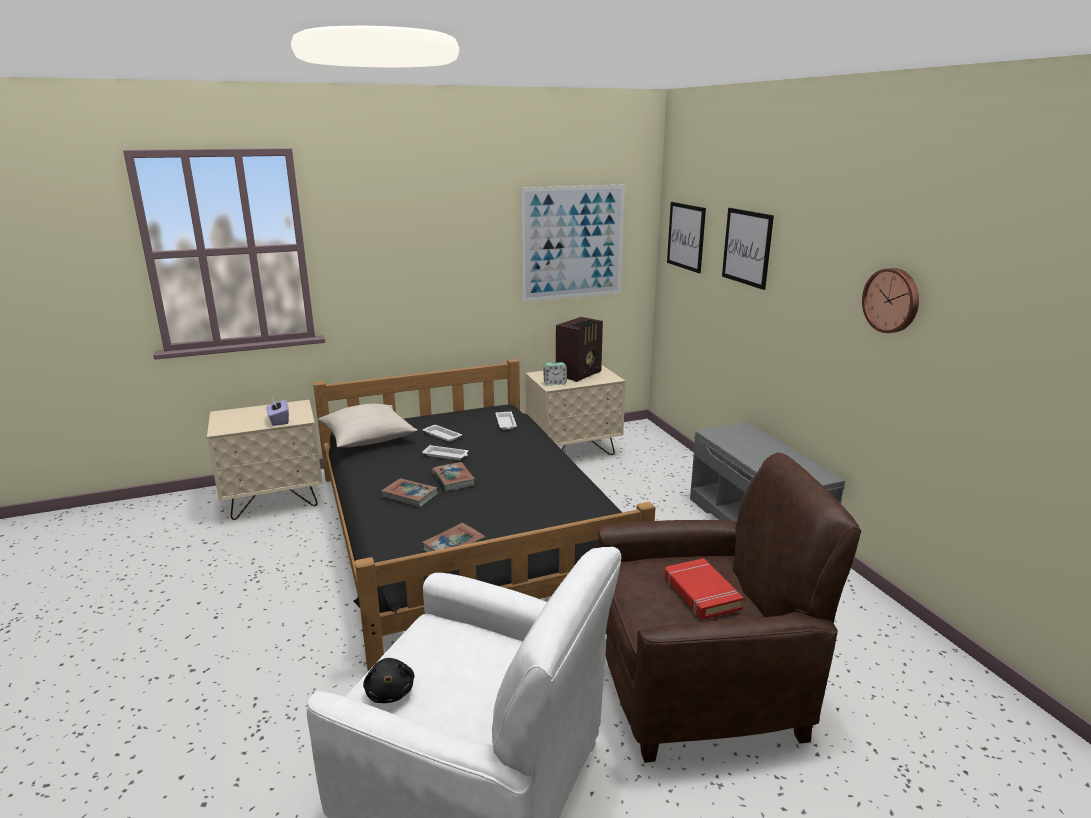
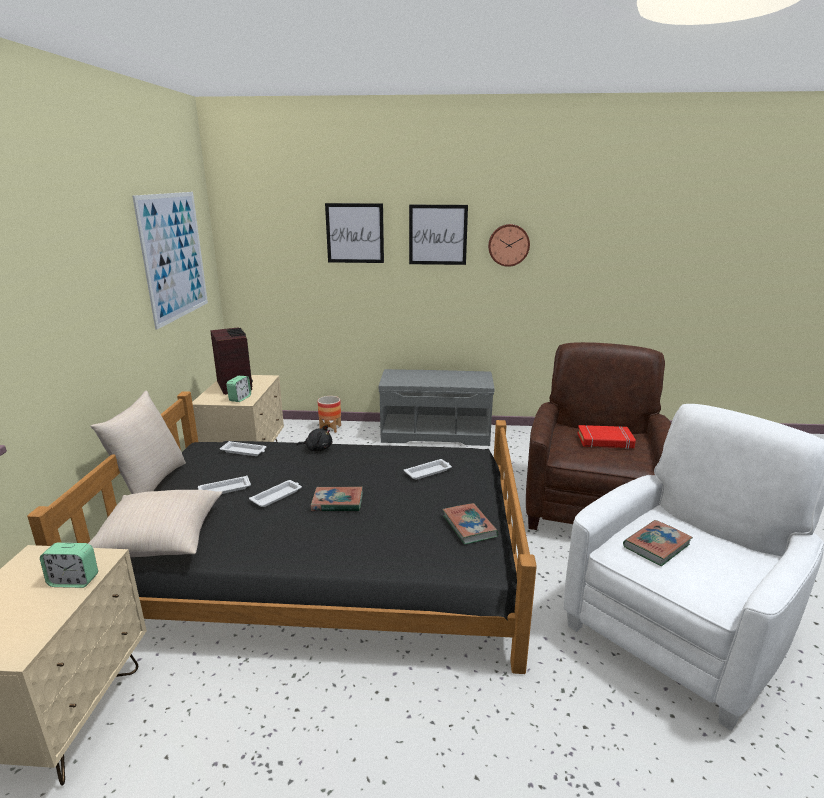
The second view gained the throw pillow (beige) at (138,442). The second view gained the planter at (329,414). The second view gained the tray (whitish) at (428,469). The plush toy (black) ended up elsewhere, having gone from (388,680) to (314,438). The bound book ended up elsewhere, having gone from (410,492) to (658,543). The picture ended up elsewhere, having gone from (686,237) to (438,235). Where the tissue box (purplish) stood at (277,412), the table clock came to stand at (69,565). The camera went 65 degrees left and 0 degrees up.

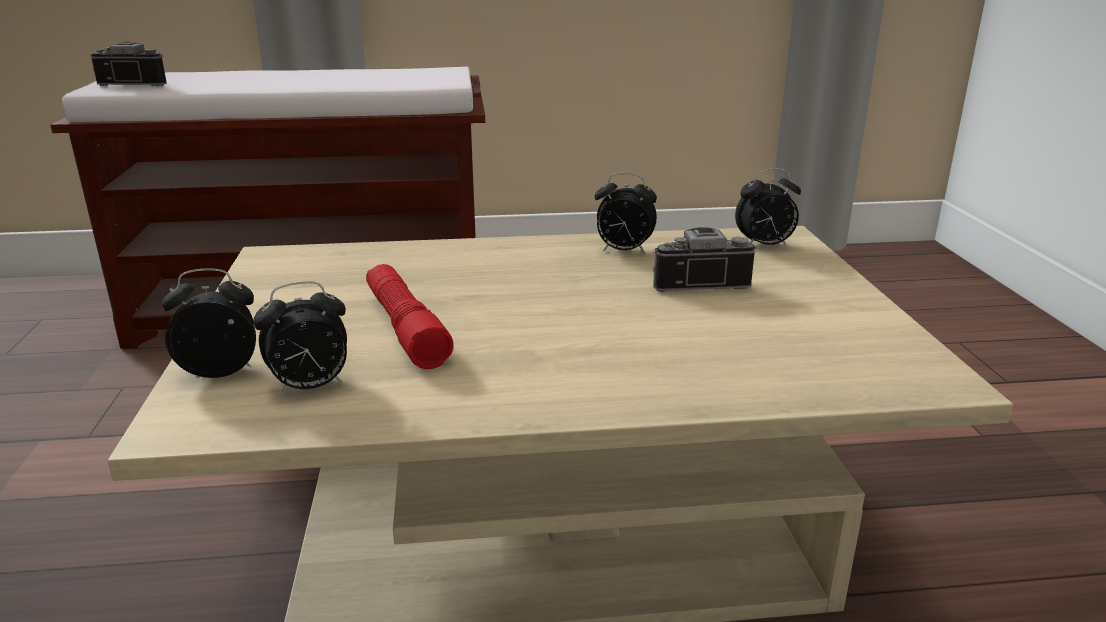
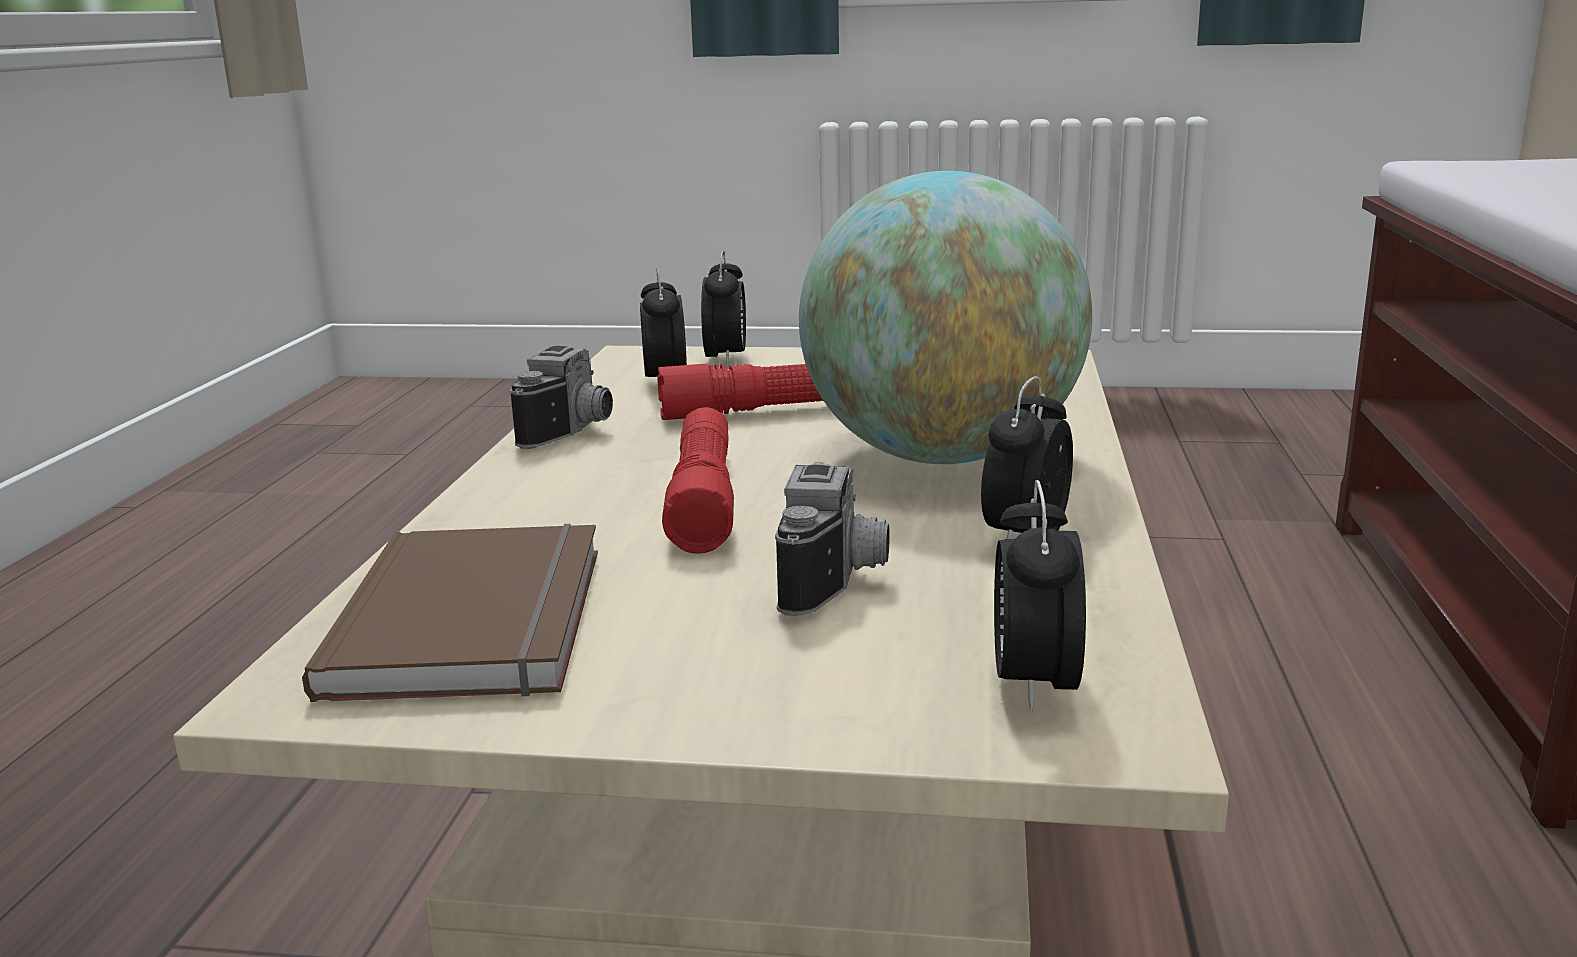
The second view gained the bound book (brown) at (450,613). The second view gained the flashlight (red-coloured) at (698,480). The second view gained the desk globe at (945,317). The photo camera ended up elsewhere, having gone from (129,63) to (561,397). The camera went 105 degrees right and 5 degrees down.

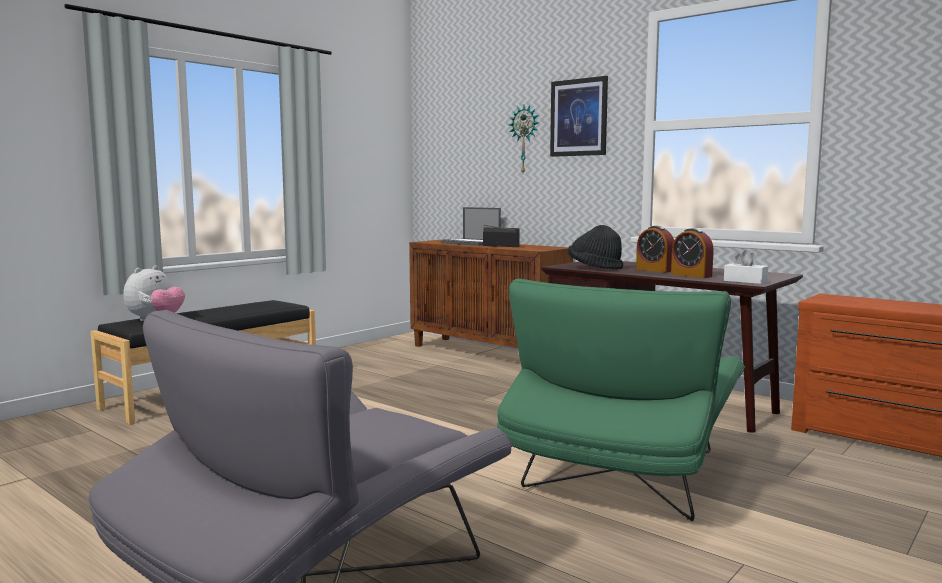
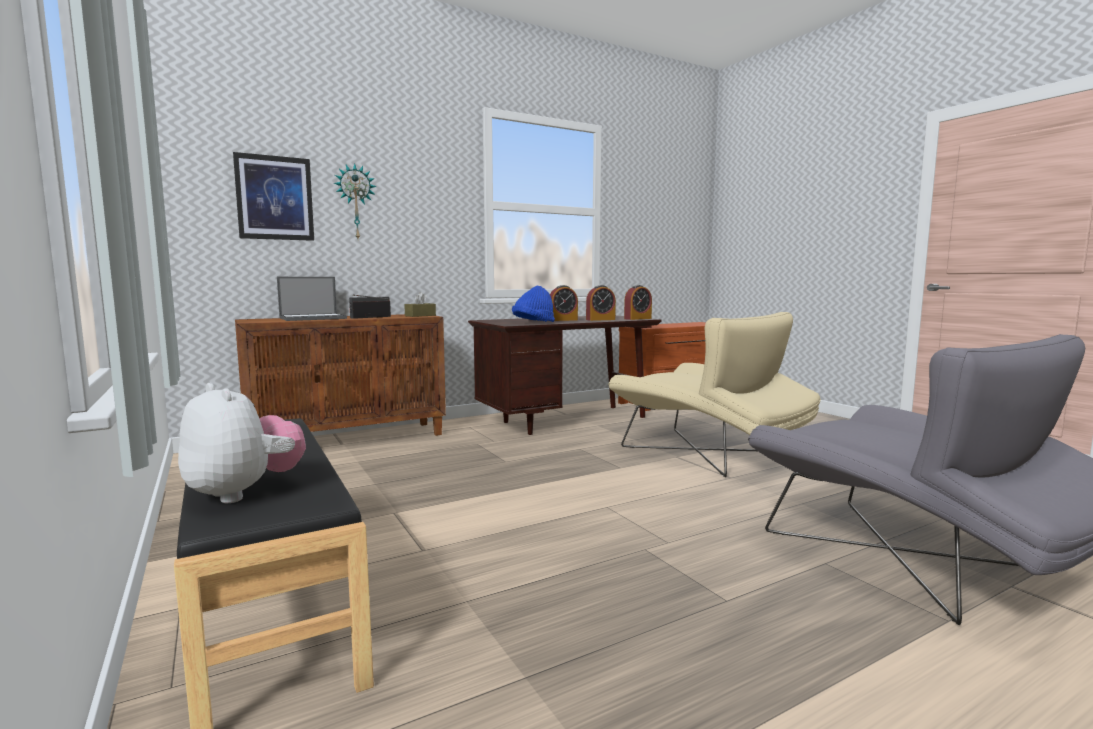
The second view gained the tissue box (brown) at (420,304). The picture ended up elsewhere, having gone from (579,116) to (273,196). Where the tissue box (whitish) stood at (746,267), the table clock came to stand at (638,302). What was the armchair (green-coloured) at (621,399) turned into the armchair (beige) at (714,394). What was the clothing hat (black) at (595,247) turned into the clothing hat (blue-coloured) at (533,304). The camera went 70 degrees left and 0 degrees up.

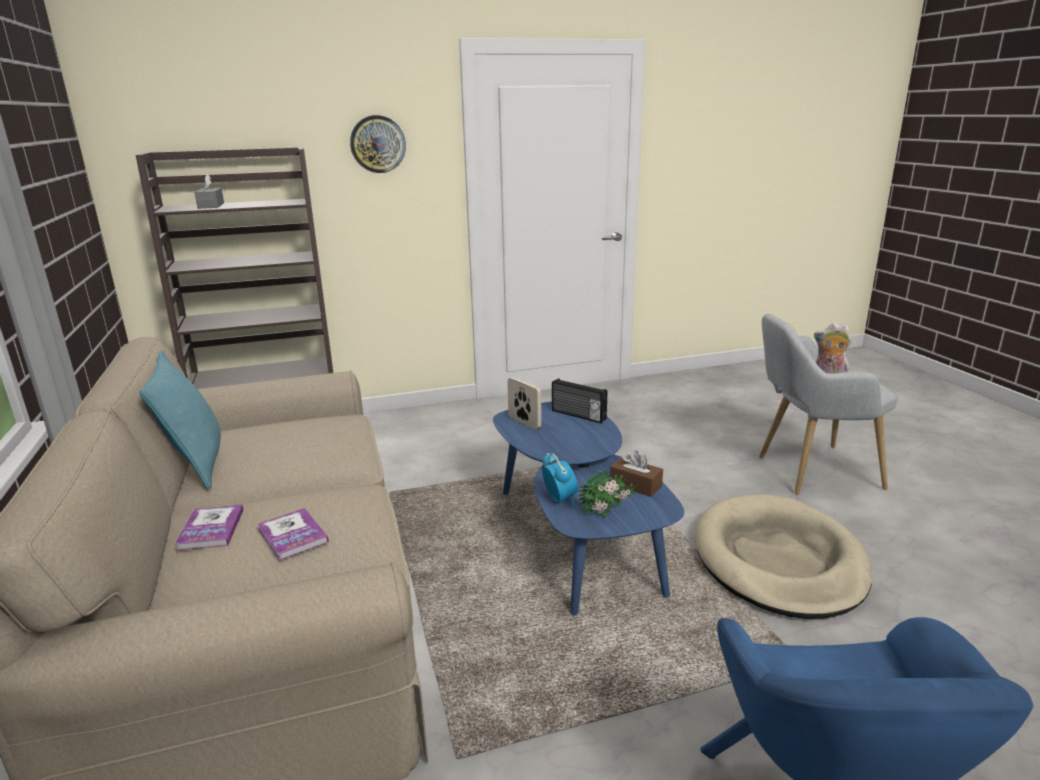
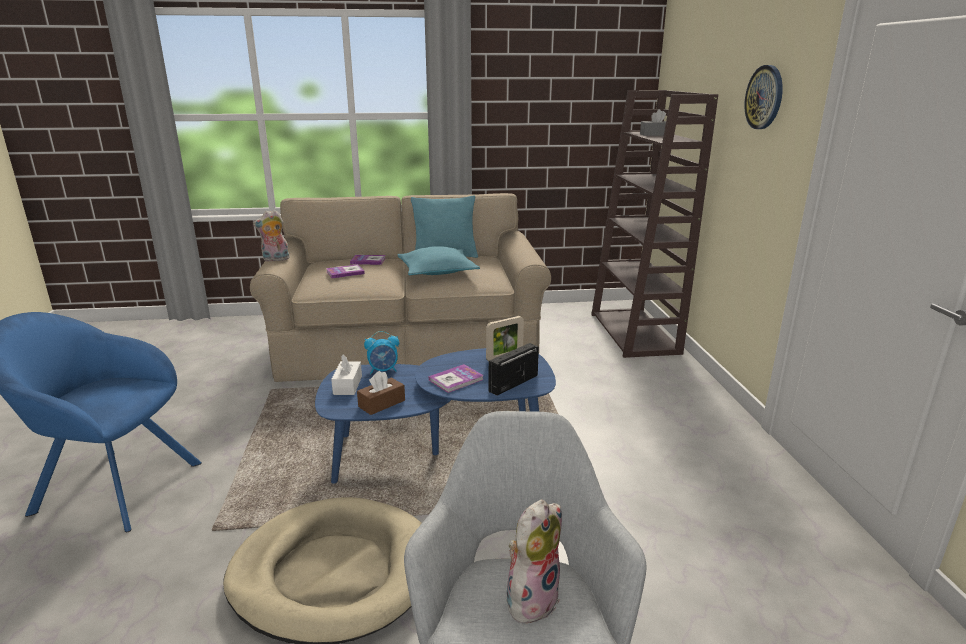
The second view gained the plush toy at (271,236). The second view gained the throw pillow (turquoise-coloured) at (438,260). The second view gained the bound book at (456,378). Where the houseplant stood at (607,493), the tissue box (whitish) came to stand at (346,374). The camera went 100 degrees right and 0 degrees up.

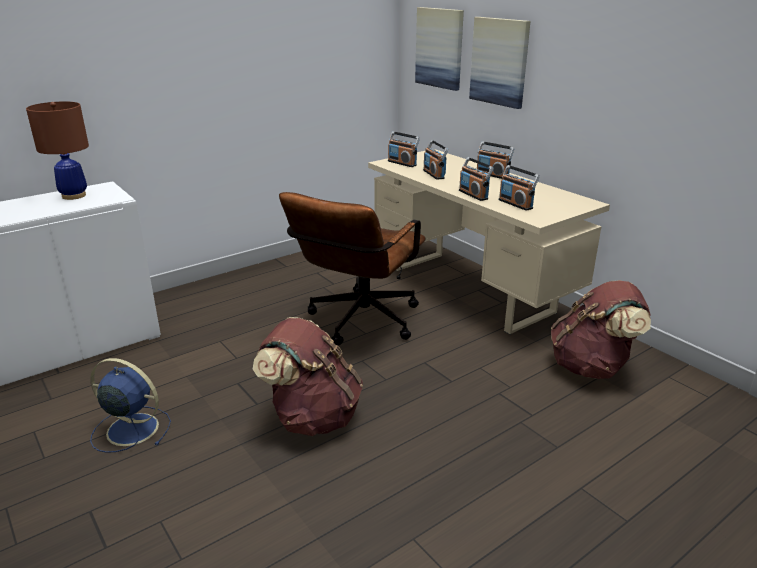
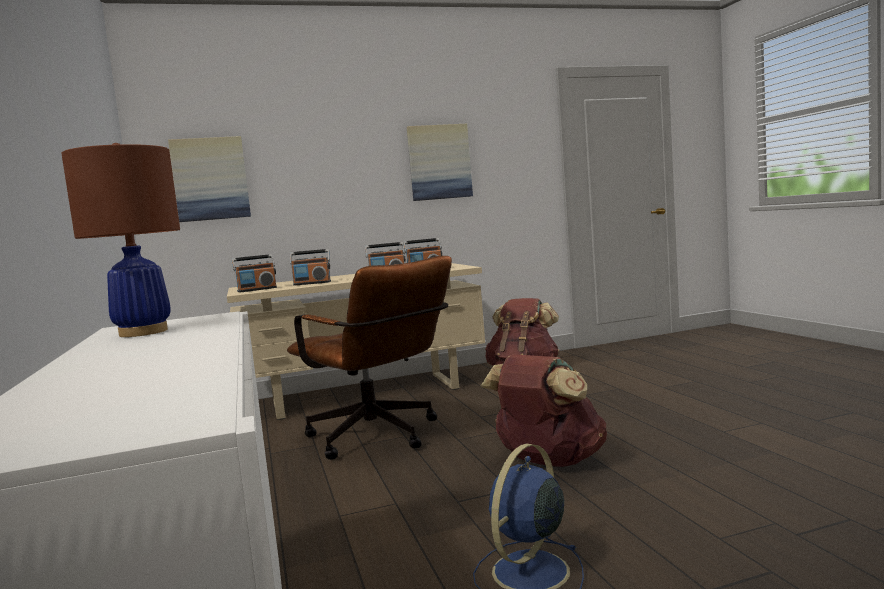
The second view lost the radio at (495,160). The picture ended up elsewhere, having gone from (500,63) to (440,162). The camera went 70 degrees left and 20 degrees down.

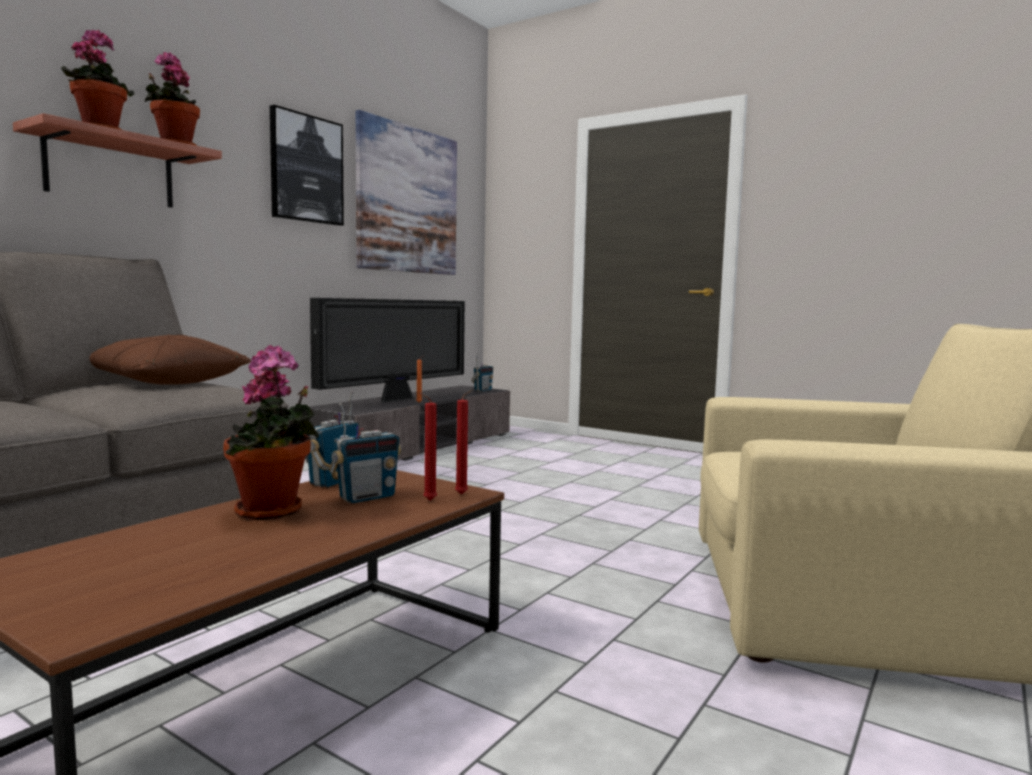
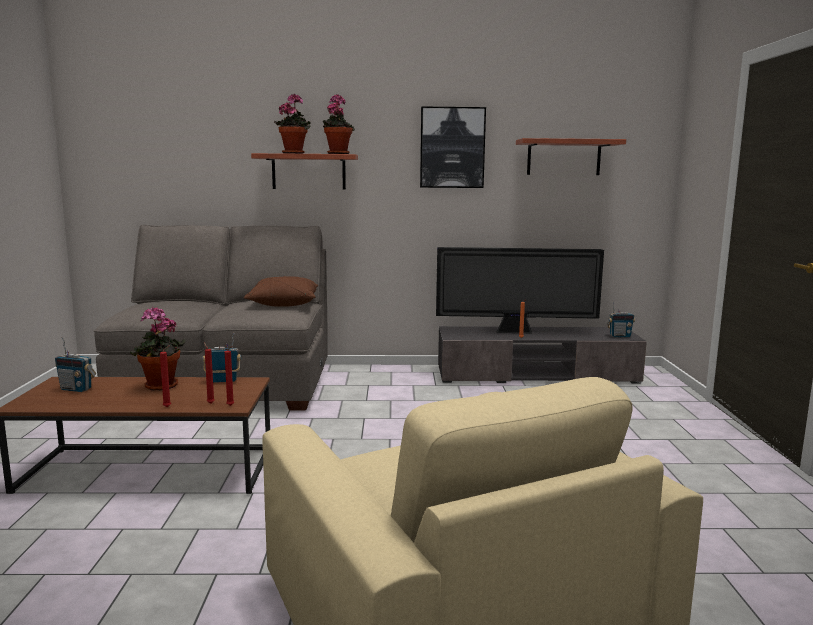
The second view gained the wax candle (red-coloured) at (165,376). The radio ended up elsewhere, having gone from (365,453) to (75,364). Where the picture hung at (406,192), the shelf came to hang at (571,156). The camera went 55 degrees right and 5 degrees up.

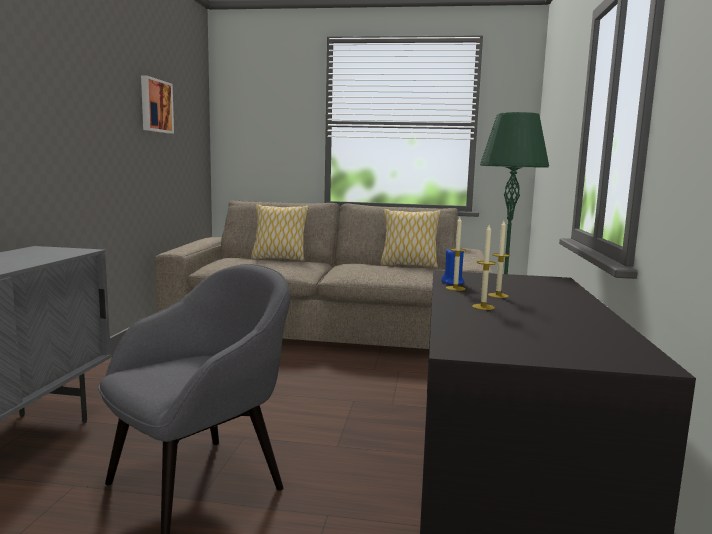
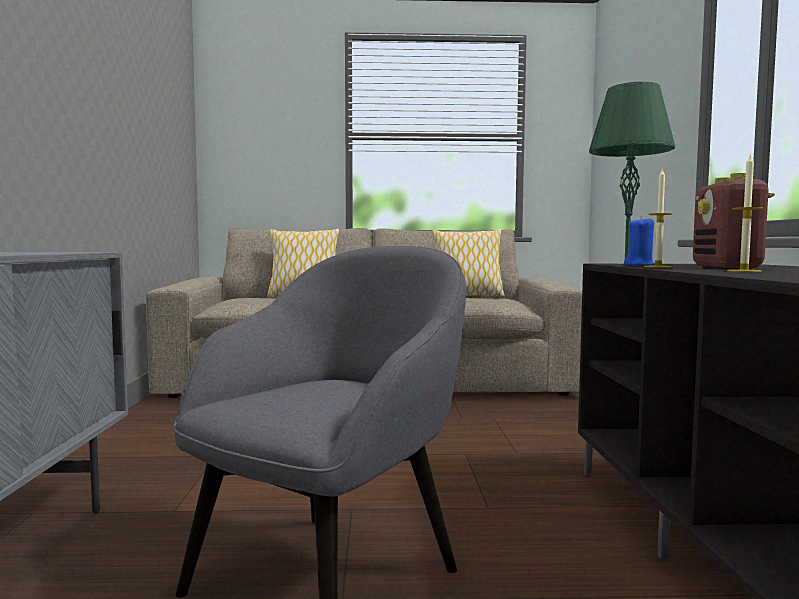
The second view lost the picture at (157,105). Where the wax candle stood at (499,259), the radio came to stand at (734,221). The camera went 10 degrees left and 5 degrees down.

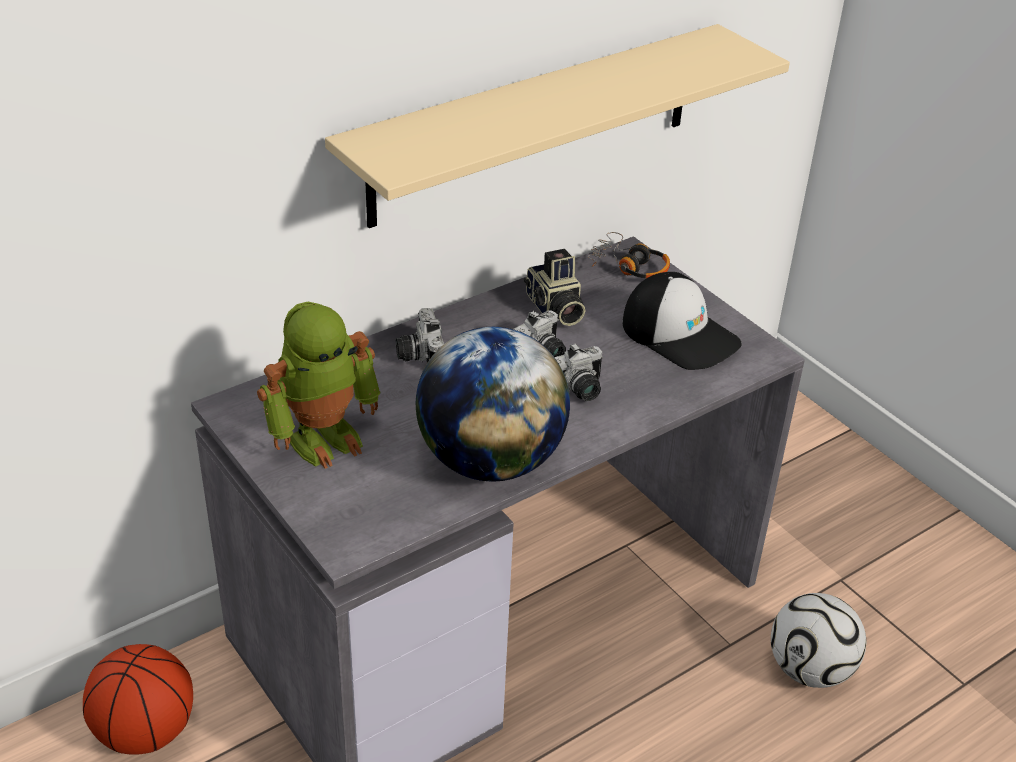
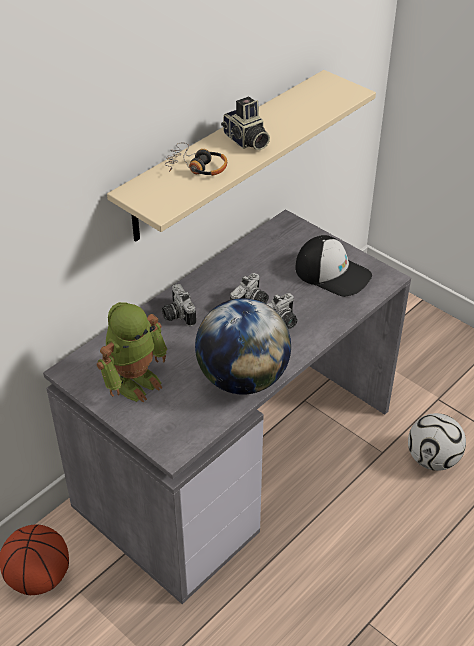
The photo camera ended up elsewhere, having gone from (554,287) to (245,123). The headset ended up elsewhere, having gone from (629,255) to (196,159). The camera went 10 degrees left and 5 degrees up.

